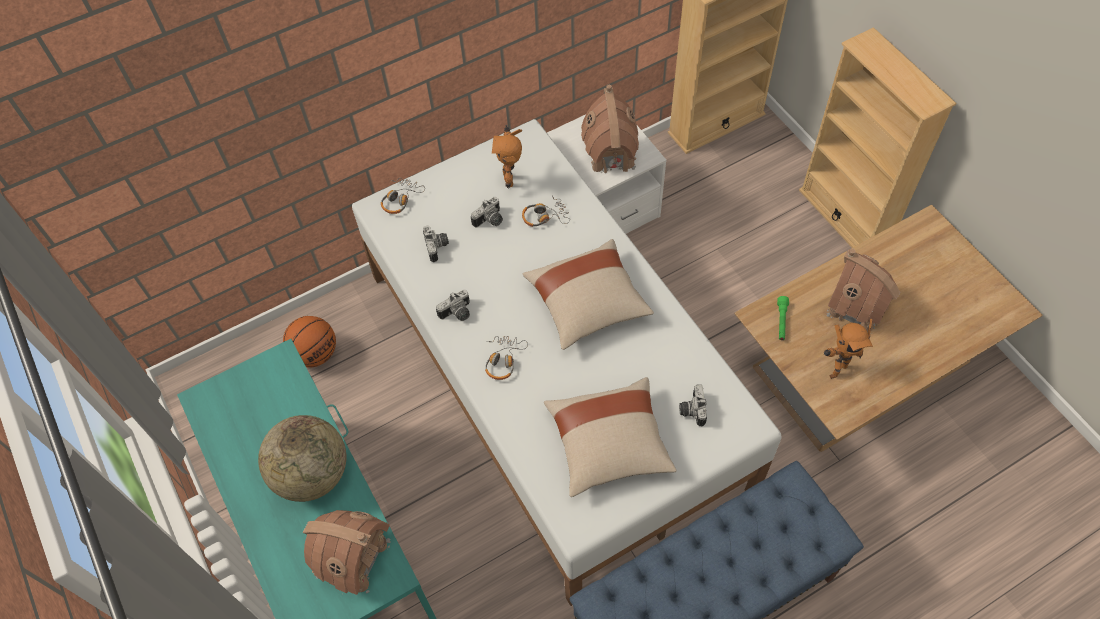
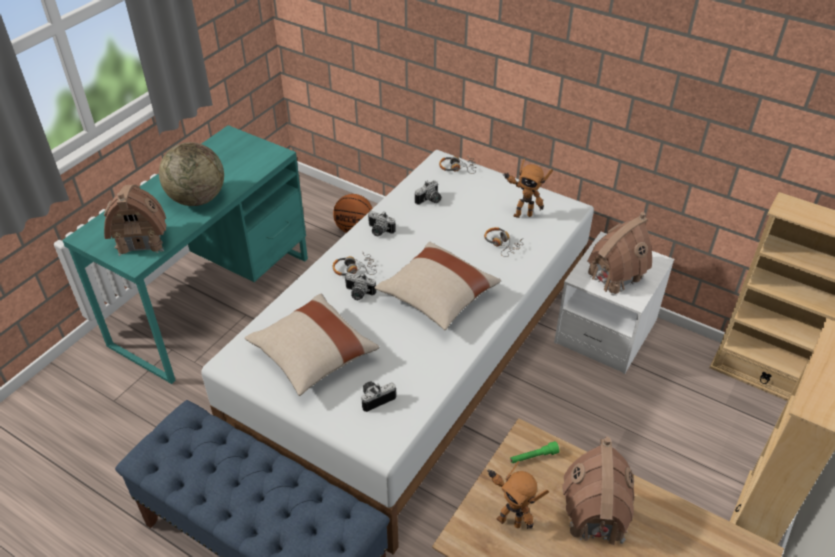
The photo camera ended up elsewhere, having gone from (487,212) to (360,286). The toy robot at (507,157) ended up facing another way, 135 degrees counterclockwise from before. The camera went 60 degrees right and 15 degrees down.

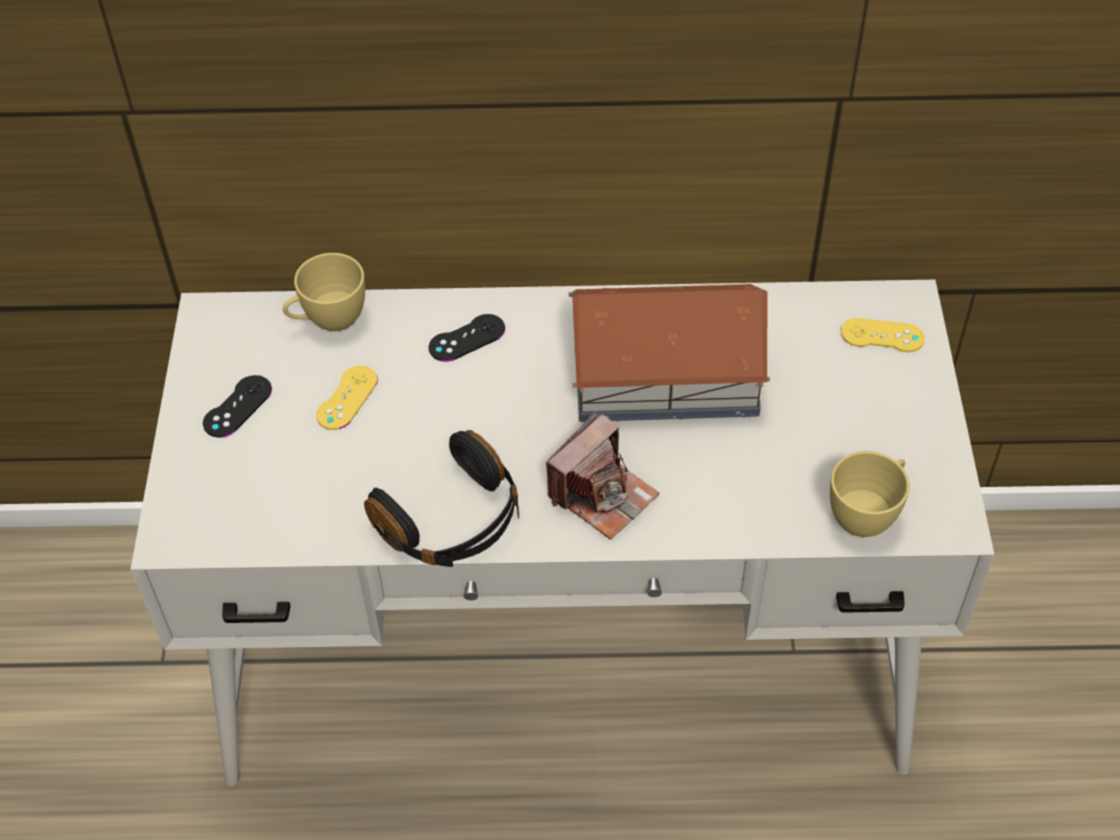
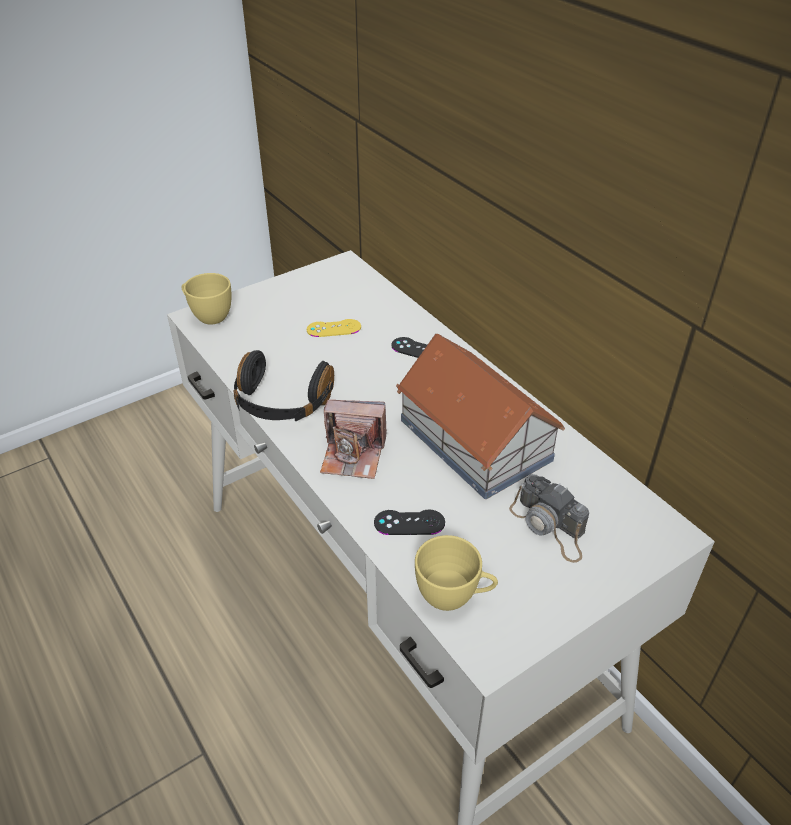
The second view lost the gamepad (yellow-coloured) at (883,335). The second view gained the photo camera at (549,518). The gamepad (black) ended up elsewhere, having gone from (237,406) to (409,522). The cup (yellow-coloured) ended up elsewhere, having gone from (324,292) to (206,299). The camera went 55 degrees right and 10 degrees down.

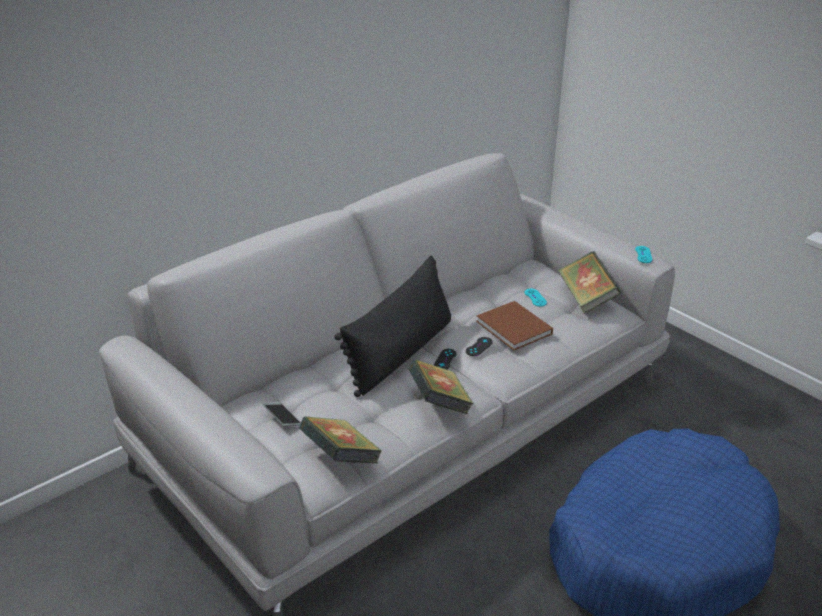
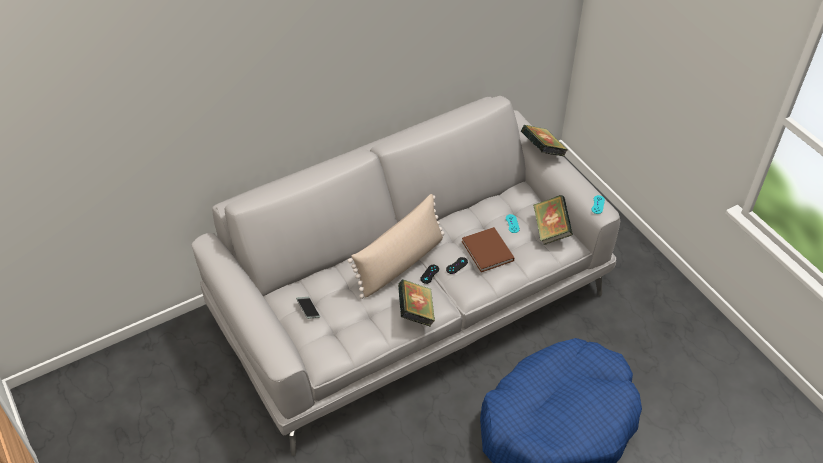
The bound book ended up elsewhere, having gone from (340,439) to (544,141). What was the throw pillow (black) at (392,326) turned into the throw pillow (beige) at (396,246). The camera went 10 degrees right and 15 degrees up.

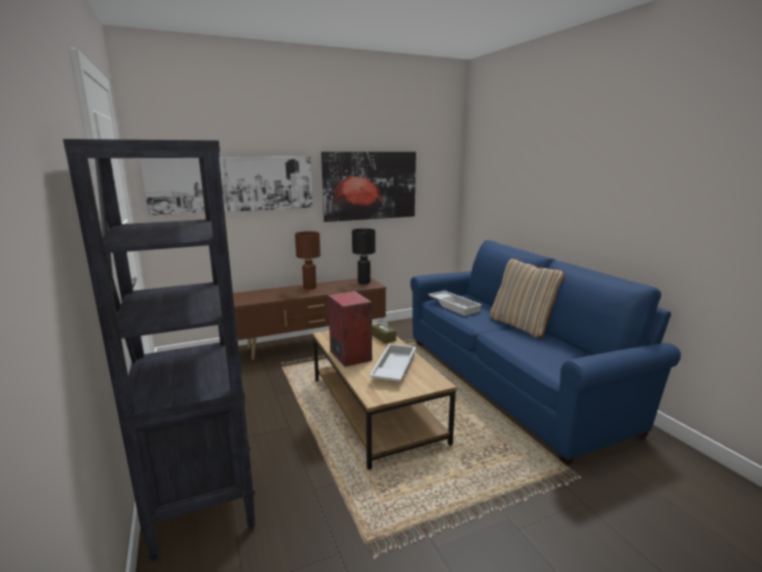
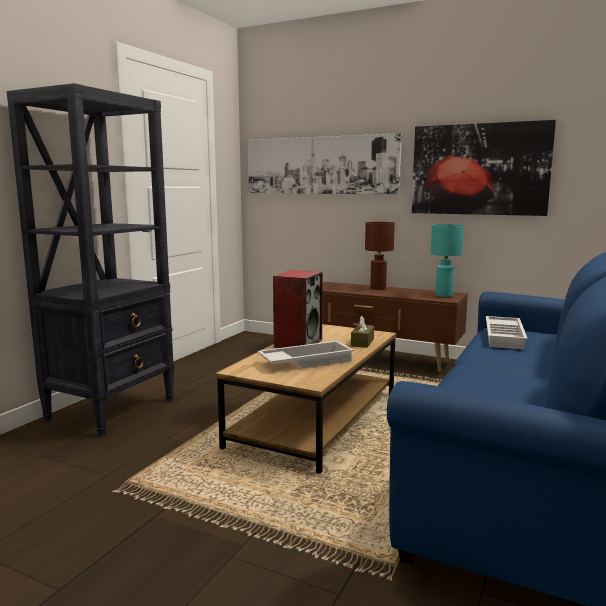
The second view lost the throw pillow (beige) at (527,298). What was the tabletop lamp (black) at (363,256) turned into the tabletop lamp (turquoise-coloured) at (447,260). The camera went 50 degrees right and 5 degrees down.

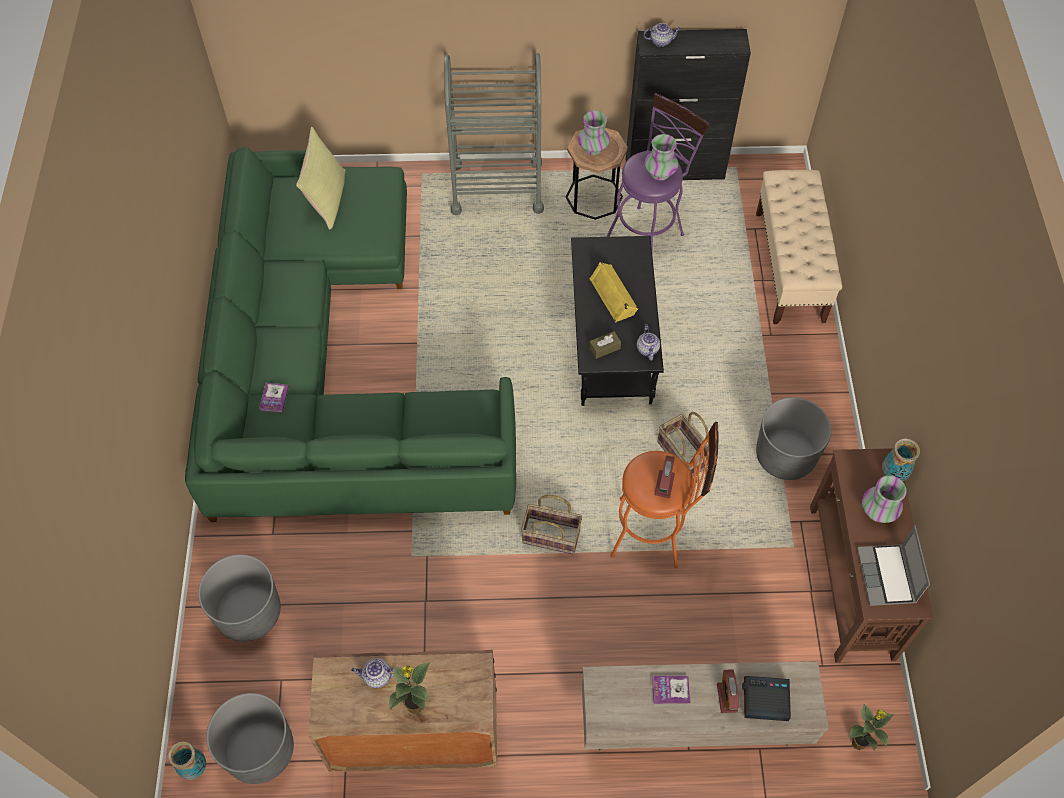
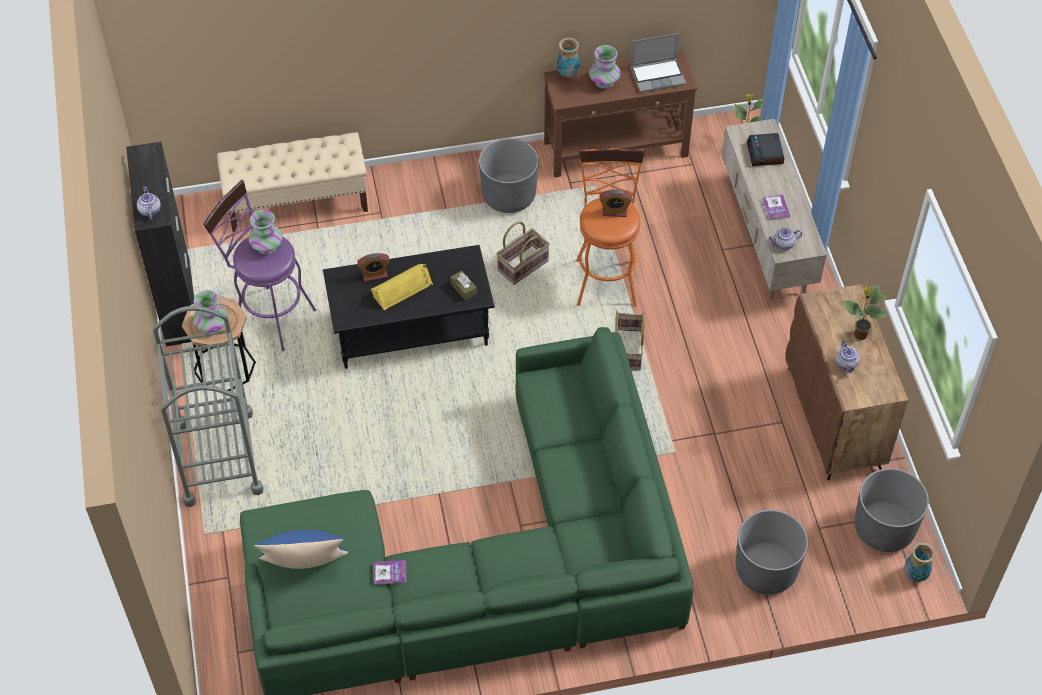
The bound book ended up elsewhere, having gone from (274,398) to (390,572). The teapot ended up elsewhere, having gone from (648,342) to (785,239). The table clock ended up elsewhere, having gone from (728,691) to (373,267). What was the throw pillow (yellow-coloured) at (321,178) turned into the throw pillow (blue-coloured) at (301,549). The camera went 100 degrees left and 5 degrees down.

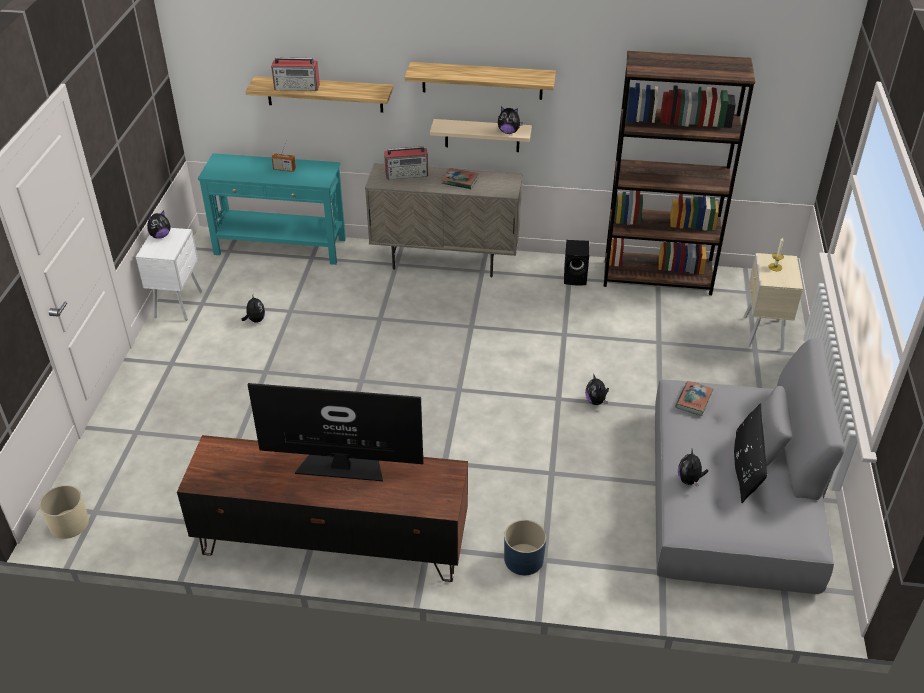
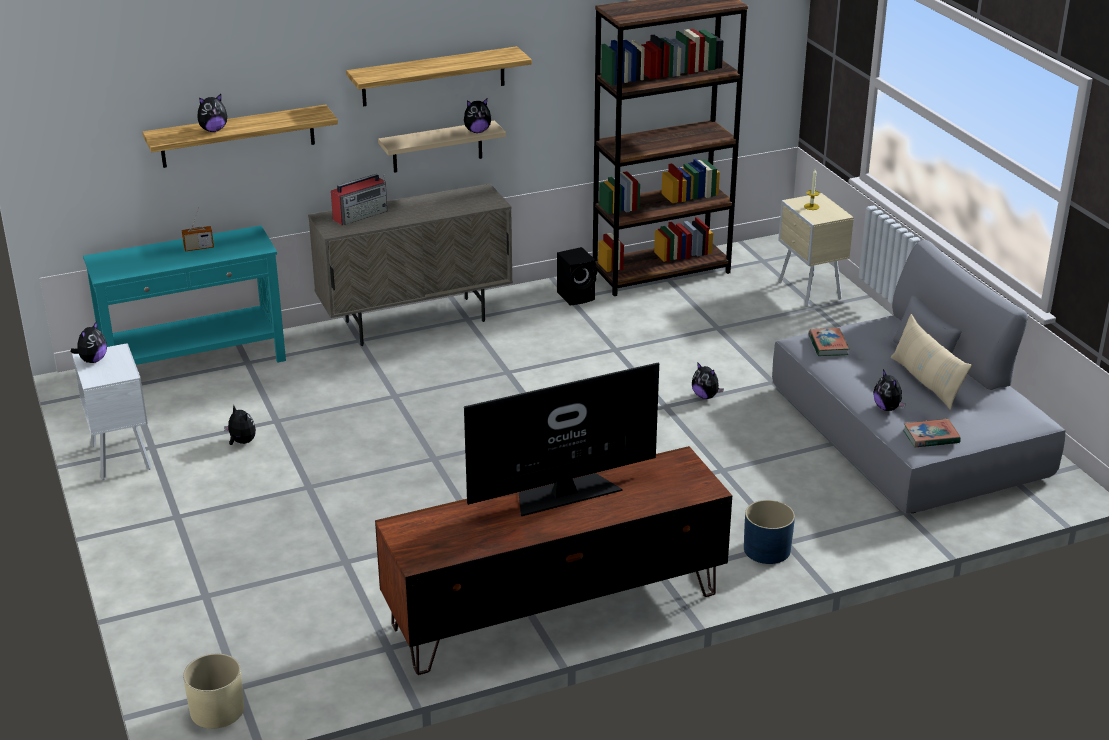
The bound book ended up elsewhere, having gone from (460,178) to (932,433). Where the radio stood at (295,74), the plush toy came to stand at (212,113). What was the throw pillow (black) at (750,453) turned into the throw pillow (beige) at (931,362). The camera went 30 degrees left and 10 degrees down.

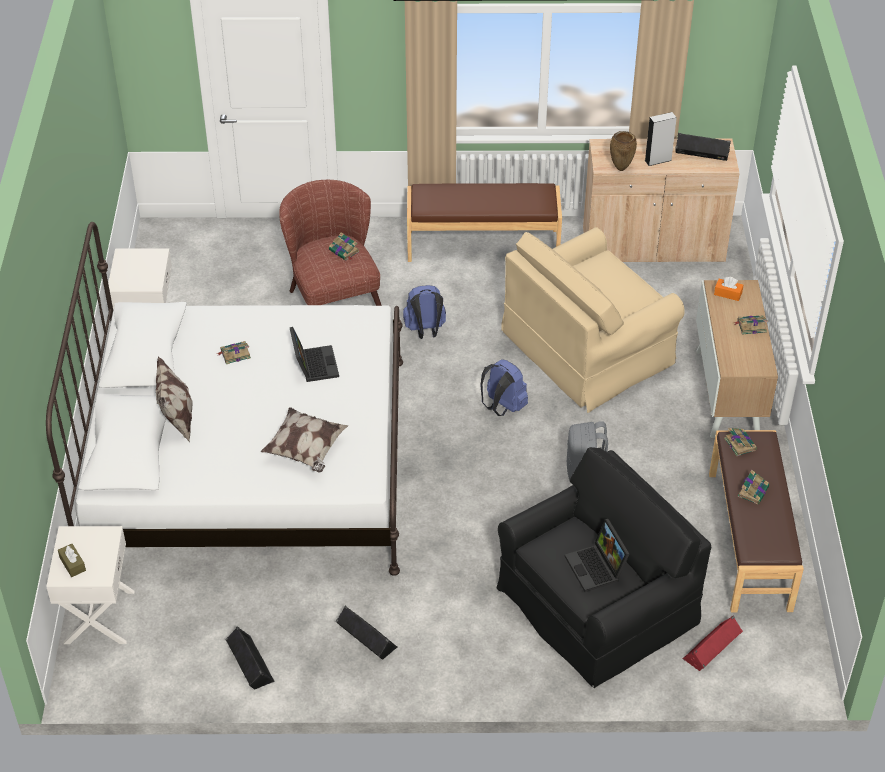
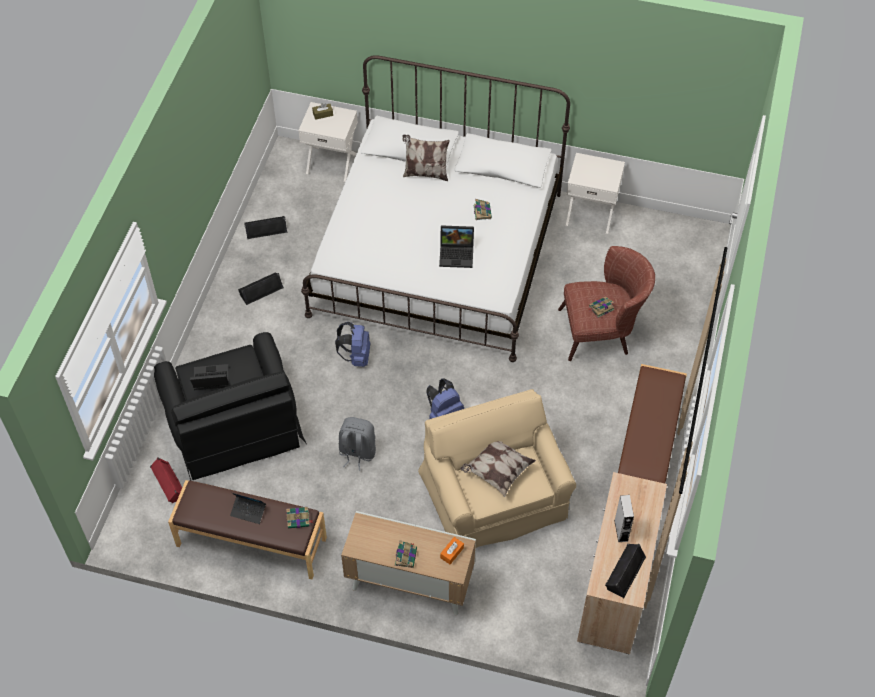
The second view lost the flower vase (brown) at (623,151). The throw pillow ended up elsewhere, having gone from (305,439) to (498,469). The knapsack (blue-coloured) ended up elsewhere, having gone from (424,312) to (352,344). Where the bound book stood at (753,487), the portable computer came to stand at (248,508). The camera went 105 degrees right and 10 degrees up.

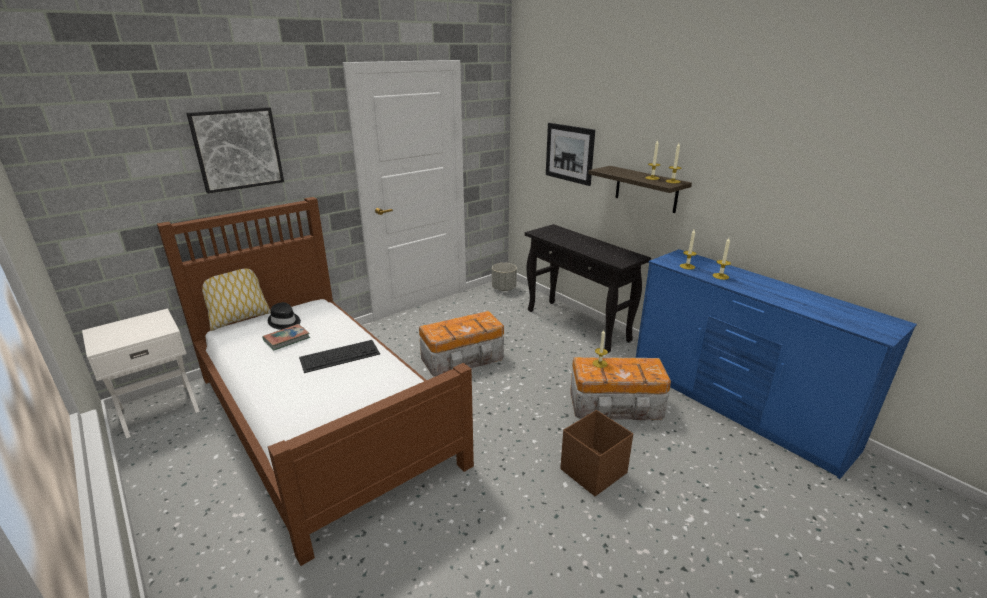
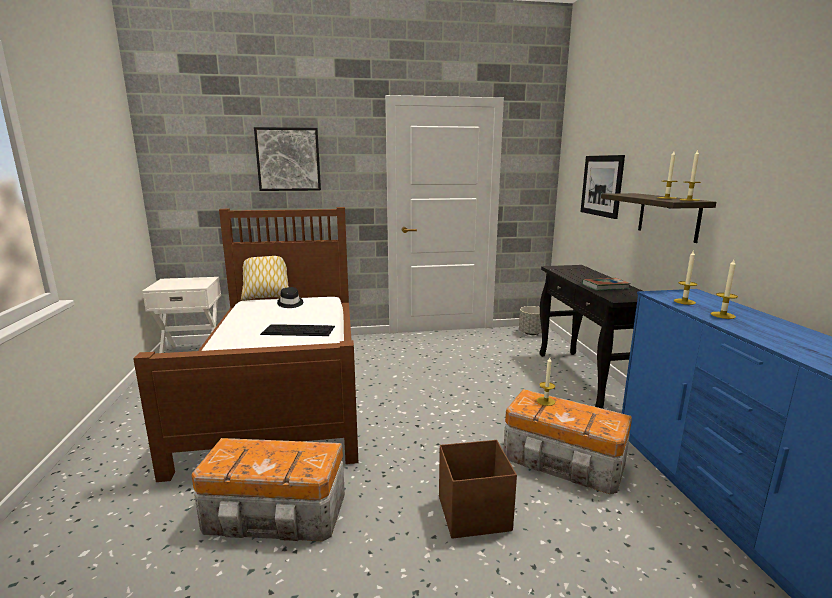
The bound book ended up elsewhere, having gone from (286,337) to (606,284). The storage box ended up elsewhere, having gone from (461,344) to (268,489). The camera went 30 degrees right and 10 degrees down.

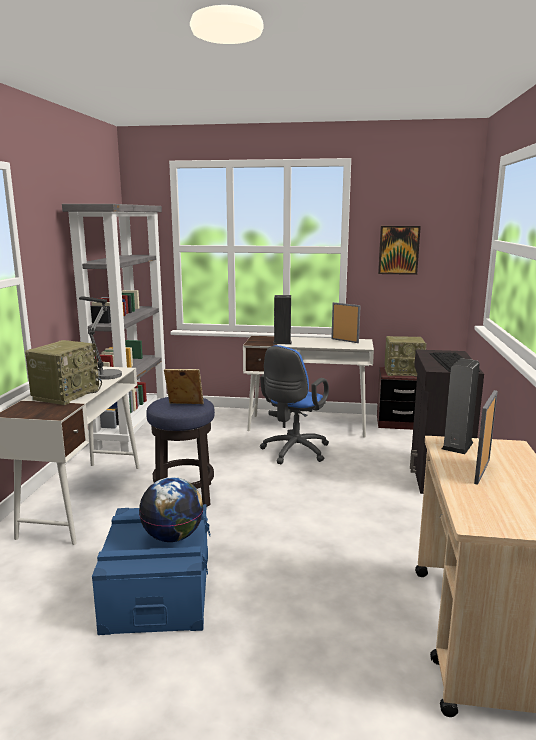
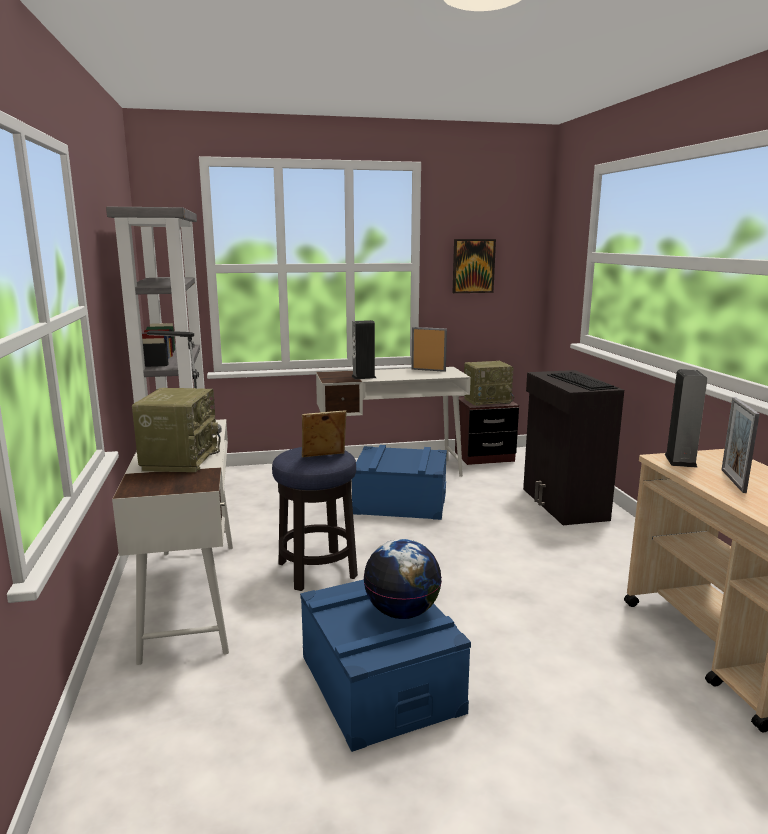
Where the computer chair (blue-coloured) stood at (294,404), the storage box (blue-coloured) came to stand at (399,482). The camera went 20 degrees left and 0 degrees up.

